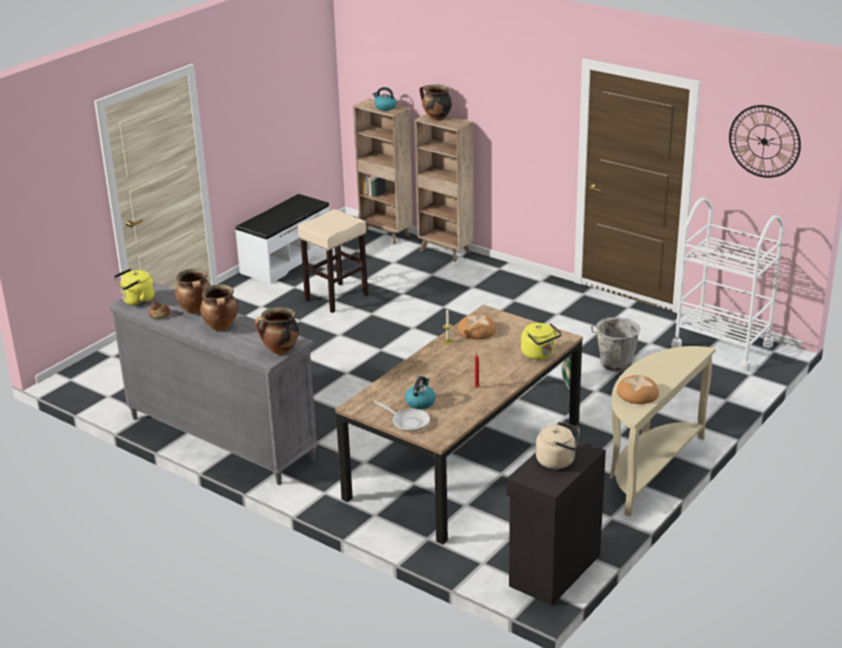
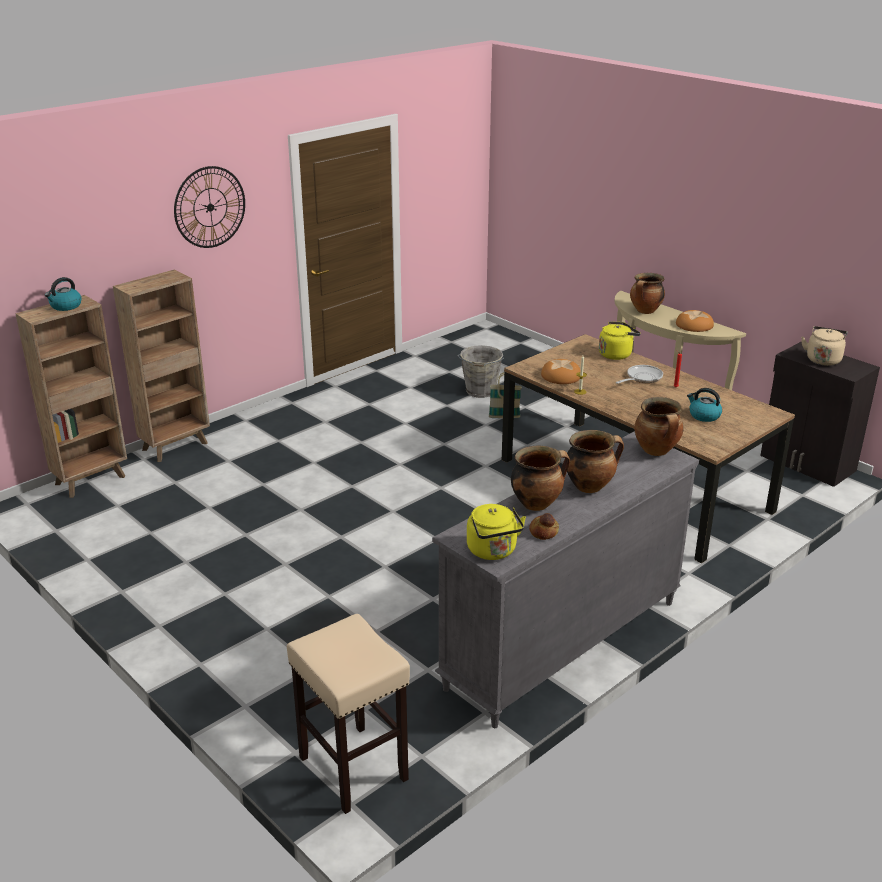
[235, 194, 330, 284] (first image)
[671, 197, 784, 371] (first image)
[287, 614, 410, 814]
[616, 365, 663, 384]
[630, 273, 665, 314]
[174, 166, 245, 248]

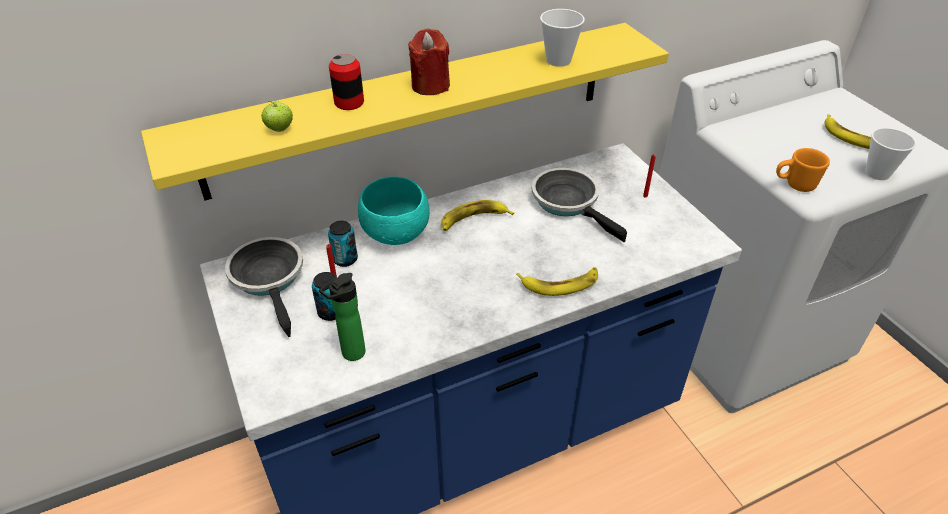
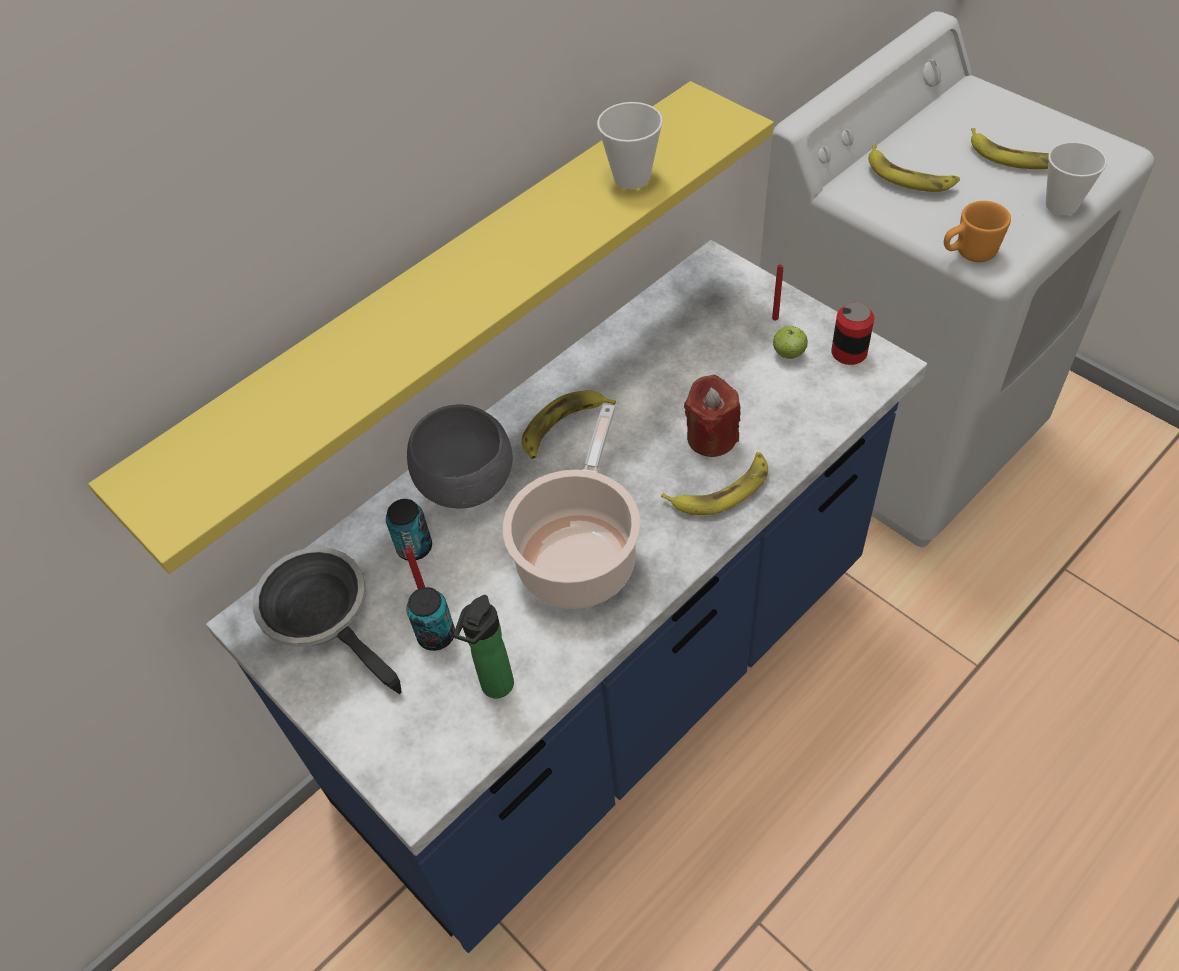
[532, 168, 627, 242] (first image)
[503, 404, 640, 609]
[868, 144, 960, 192]
[773, 326, 808, 359]
[831, 302, 874, 365]
[684, 375, 740, 457]
[407, 404, 513, 508]

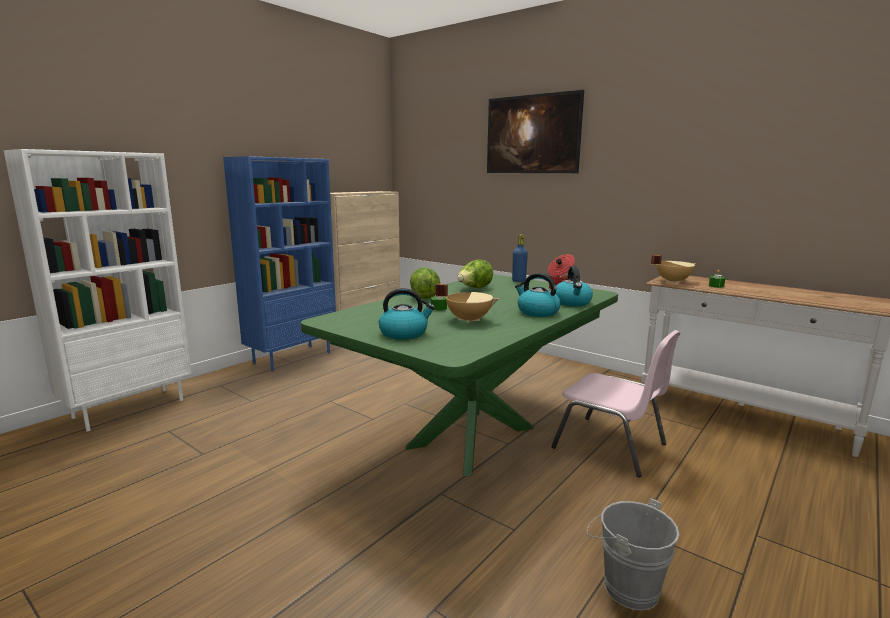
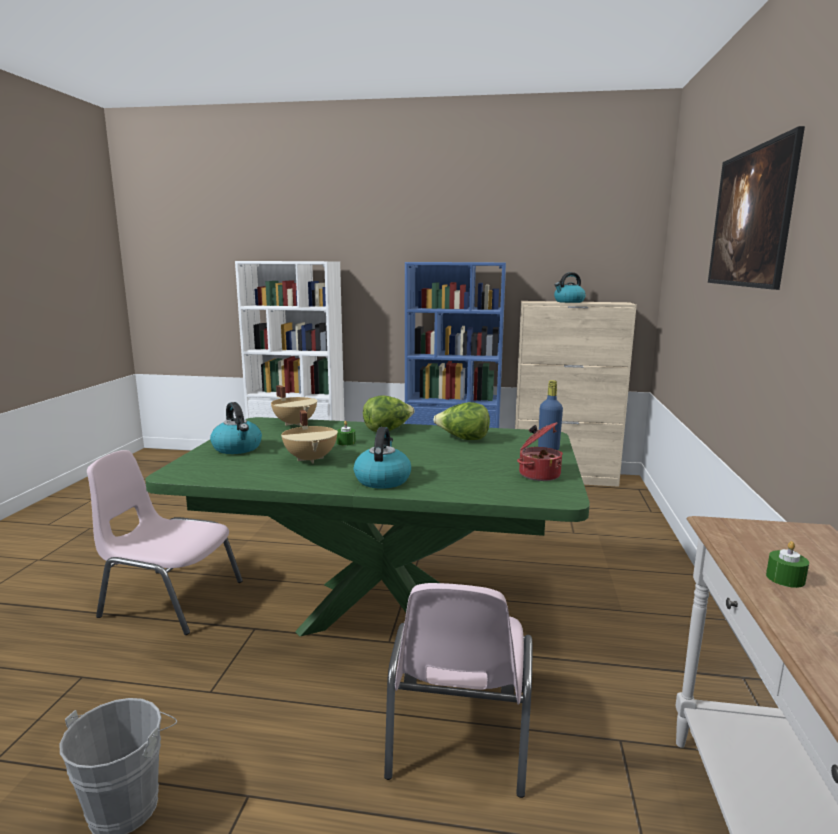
[87, 450, 243, 635]
[554, 272, 586, 303]
[271, 385, 317, 426]

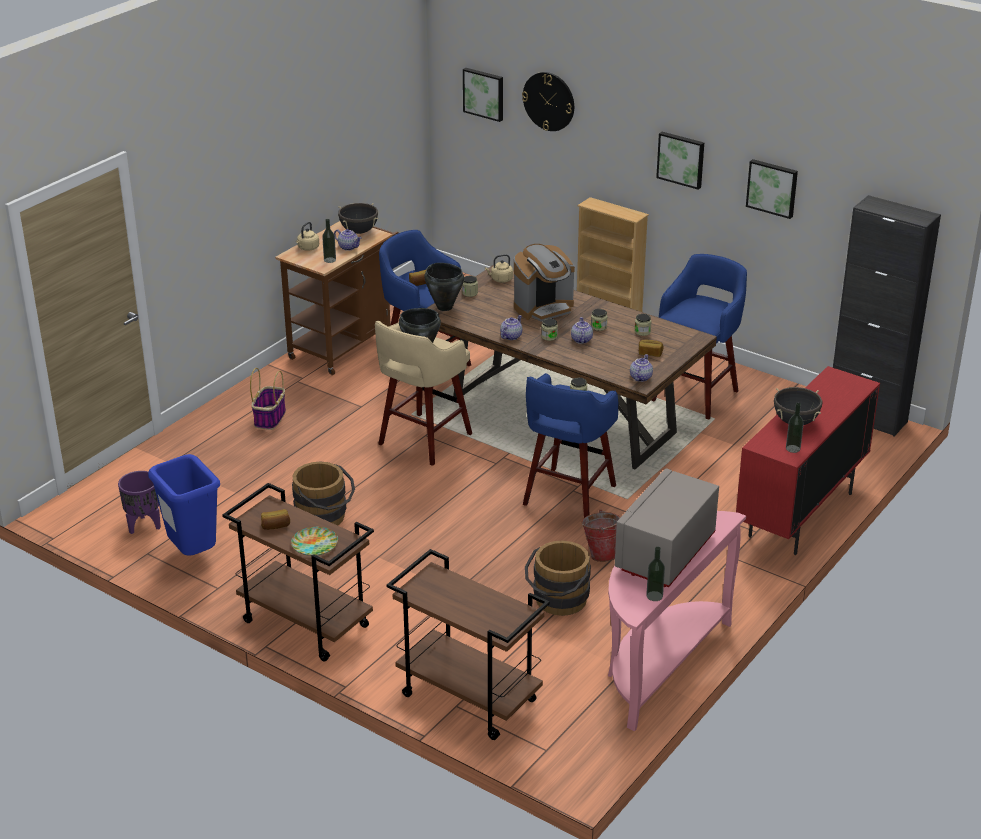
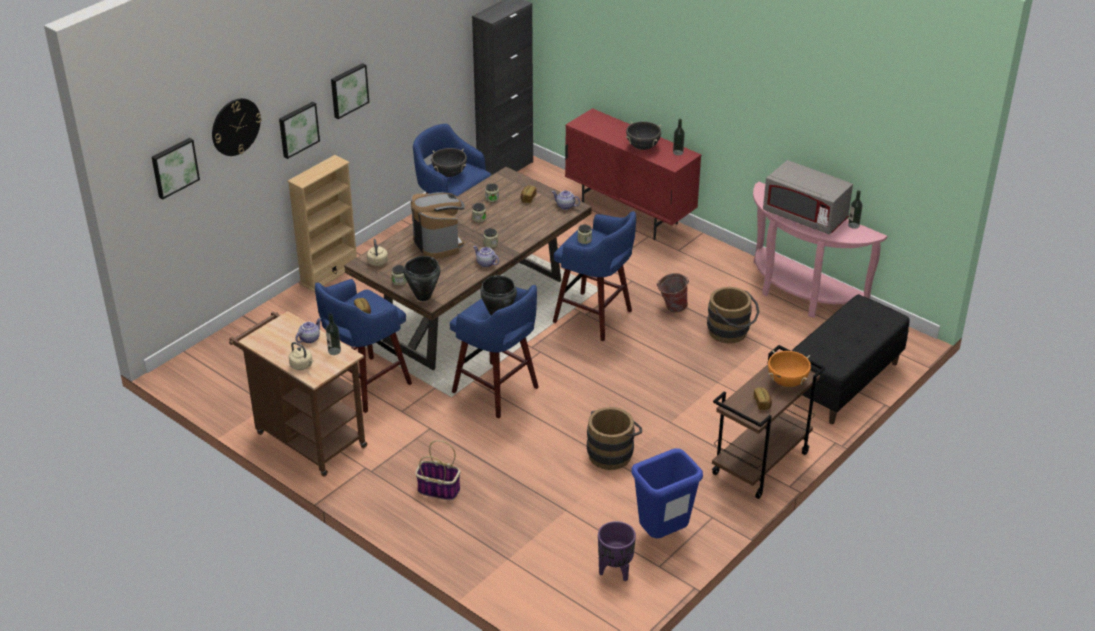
[571, 317, 593, 344] (first image)
[431, 148, 467, 177]
[279, 102, 320, 159]
[768, 350, 811, 387]
[792, 294, 909, 424]
[450, 285, 539, 419]

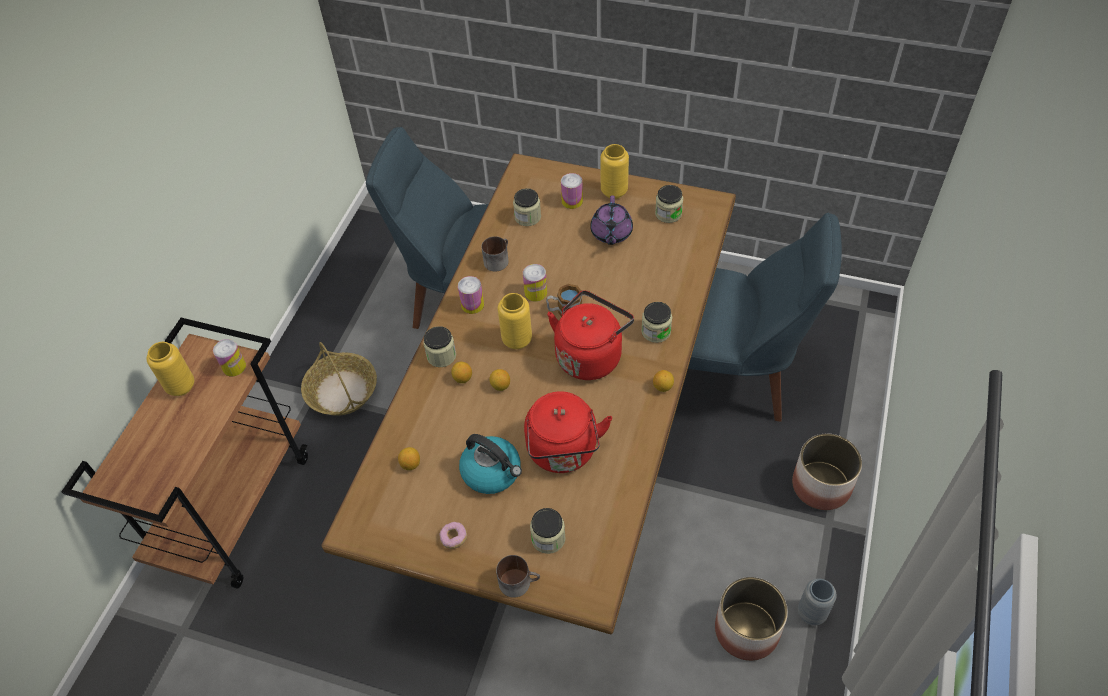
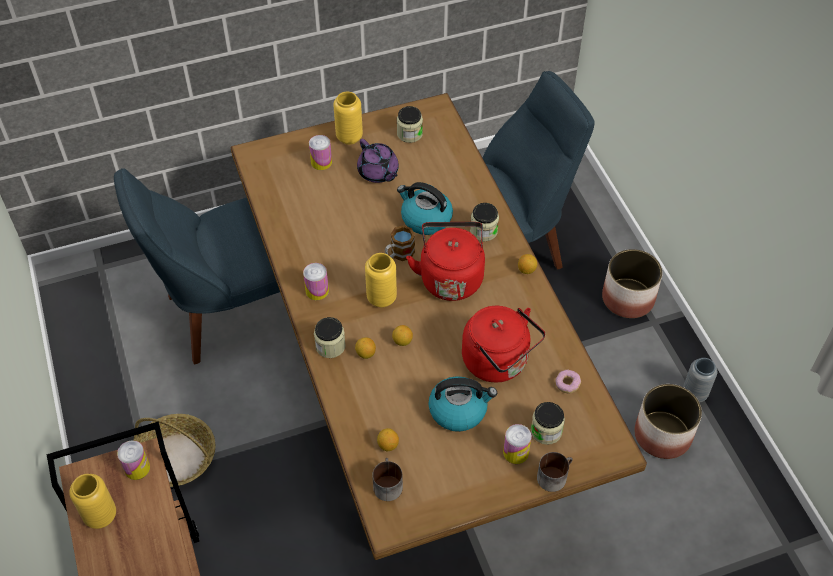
[513, 188, 541, 226] (first image)
[397, 182, 453, 235]
[555, 370, 581, 394]
[372, 458, 403, 501]
[503, 424, 532, 464]

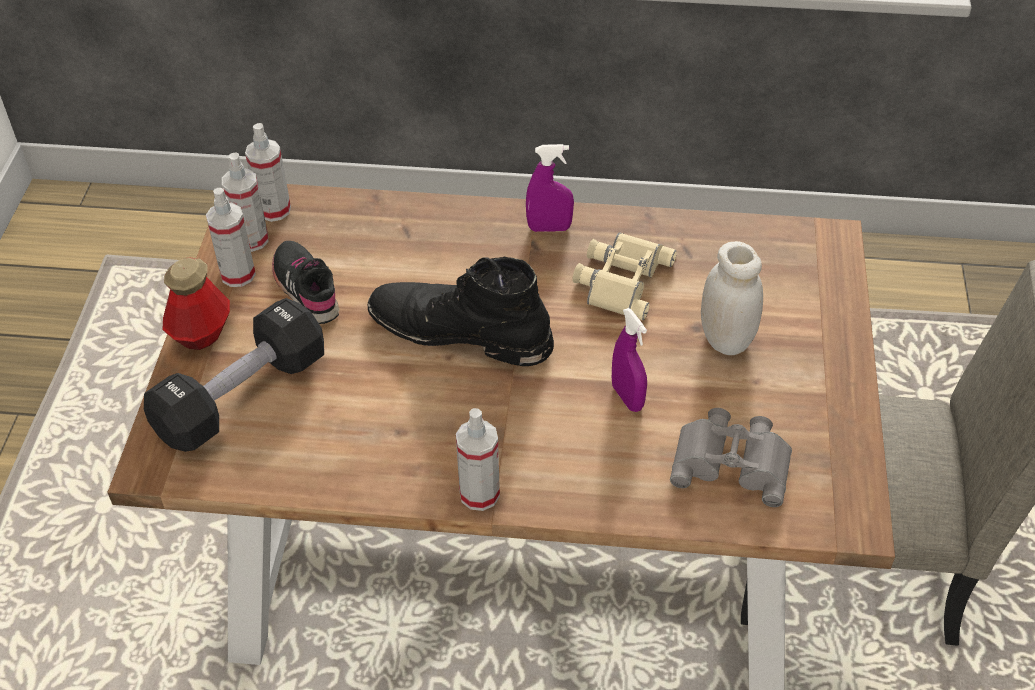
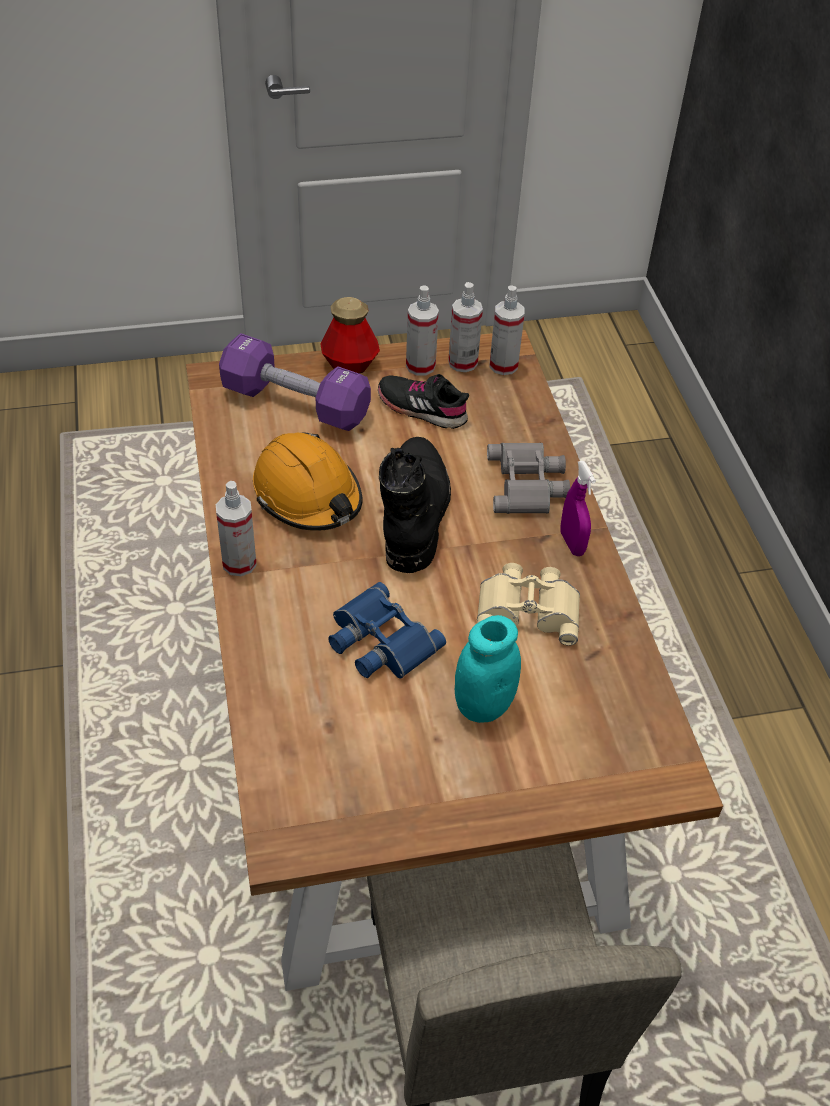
[253, 432, 362, 531]
[487, 443, 570, 514]
[328, 582, 446, 678]
[219, 333, 371, 431]
[455, 615, 521, 723]
[378, 374, 469, 429]

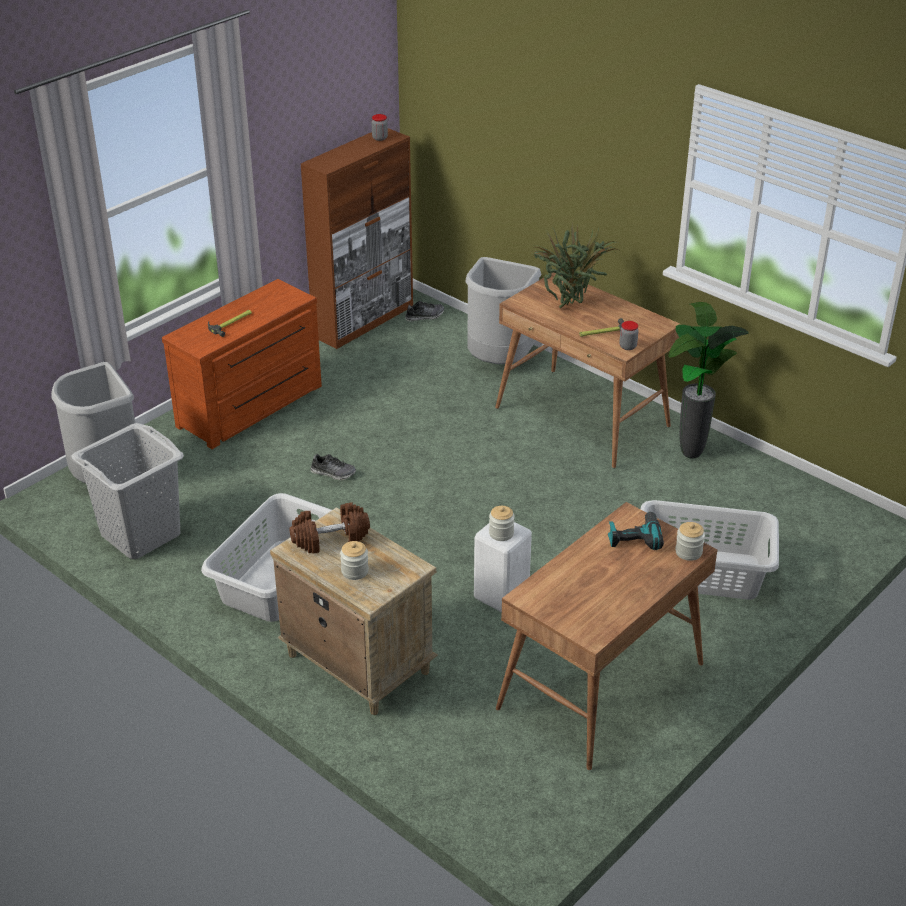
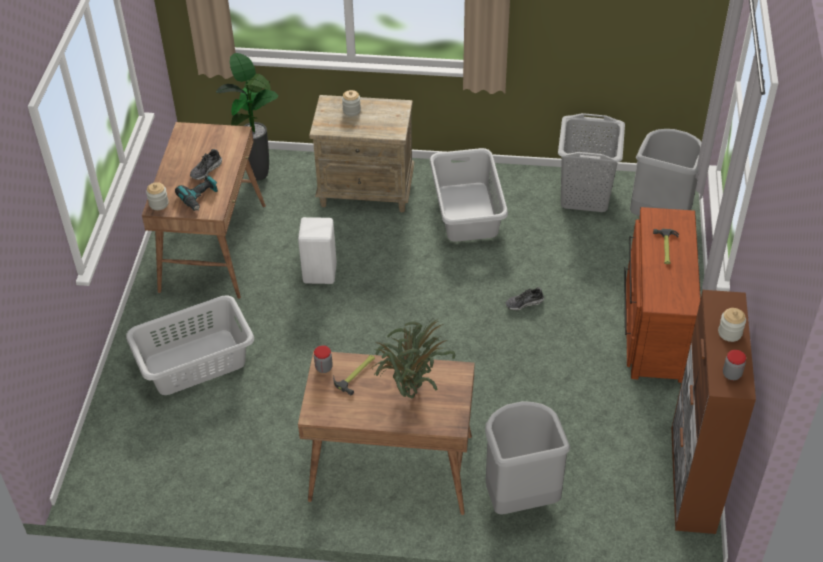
[289, 502, 370, 554] (first image)
[190, 149, 222, 180]
[718, 308, 746, 342]
[216, 53, 278, 180]

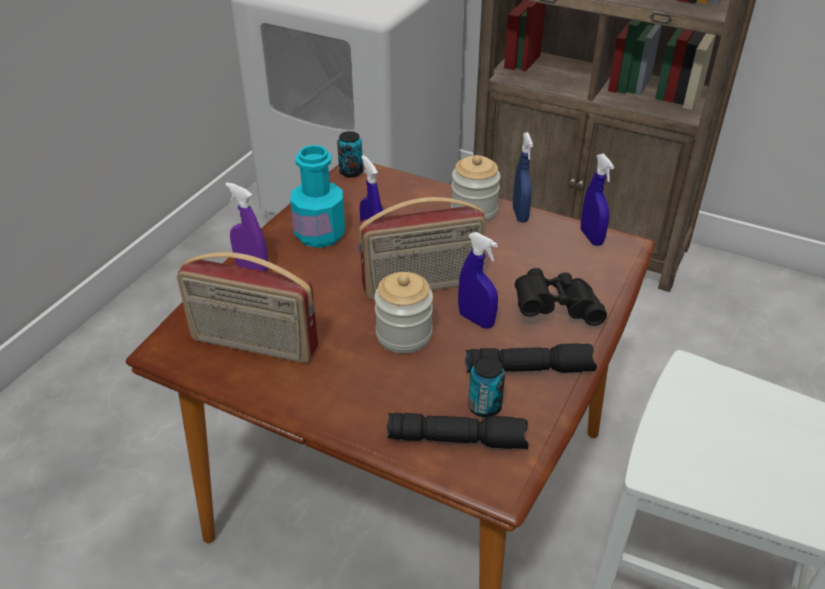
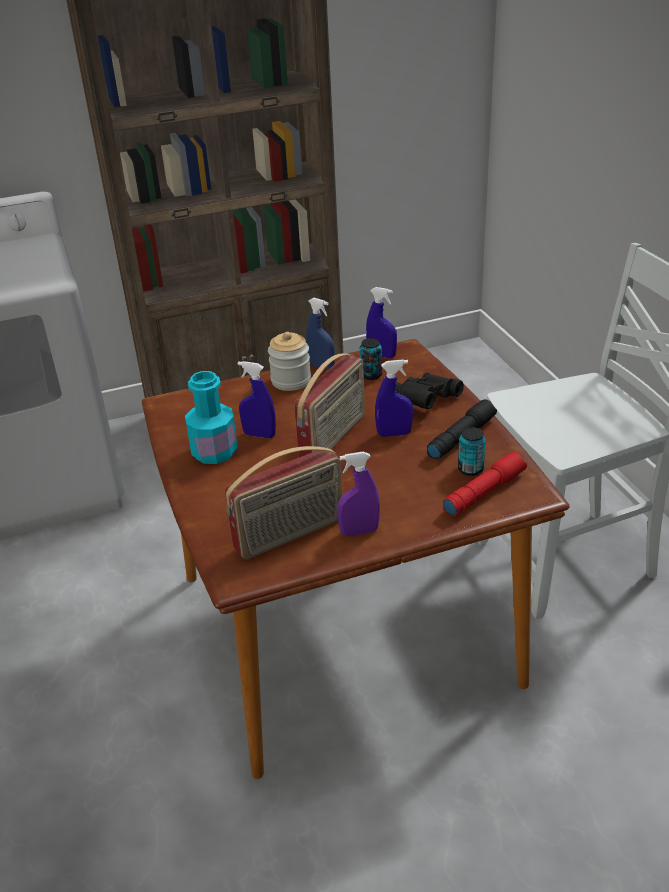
[374, 272, 433, 353] (first image)
[337, 452, 380, 536]
[360, 338, 382, 380]
[443, 452, 527, 516]

